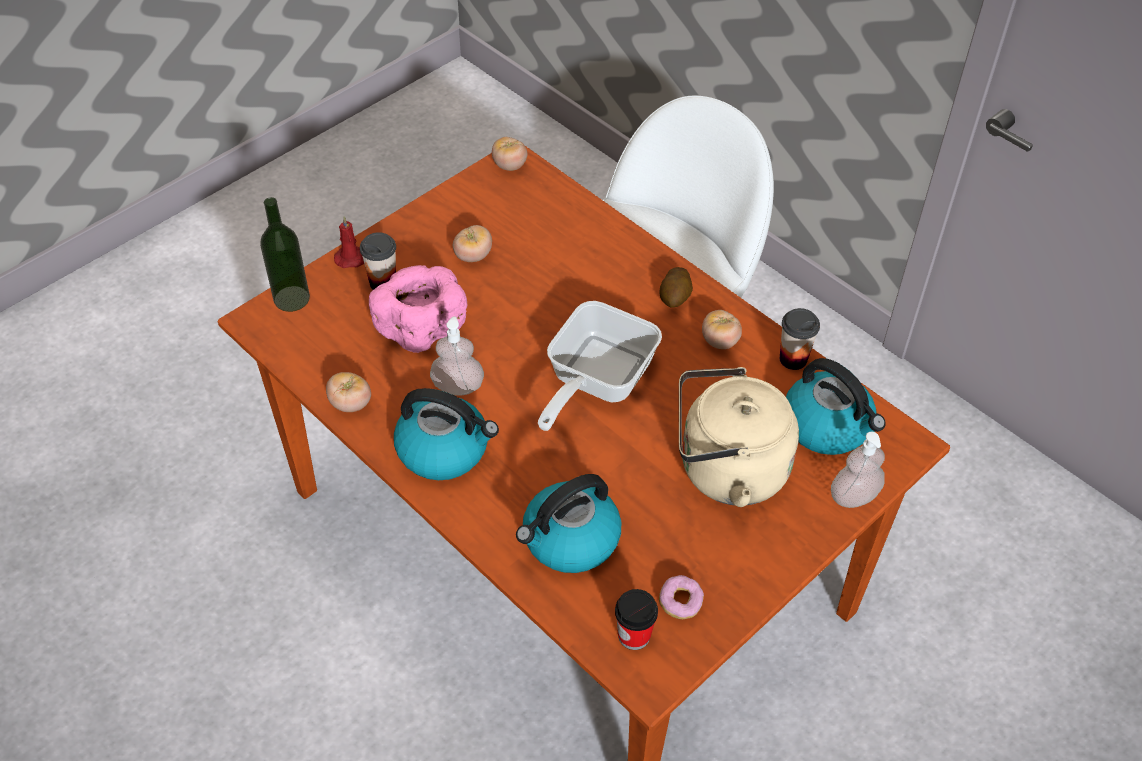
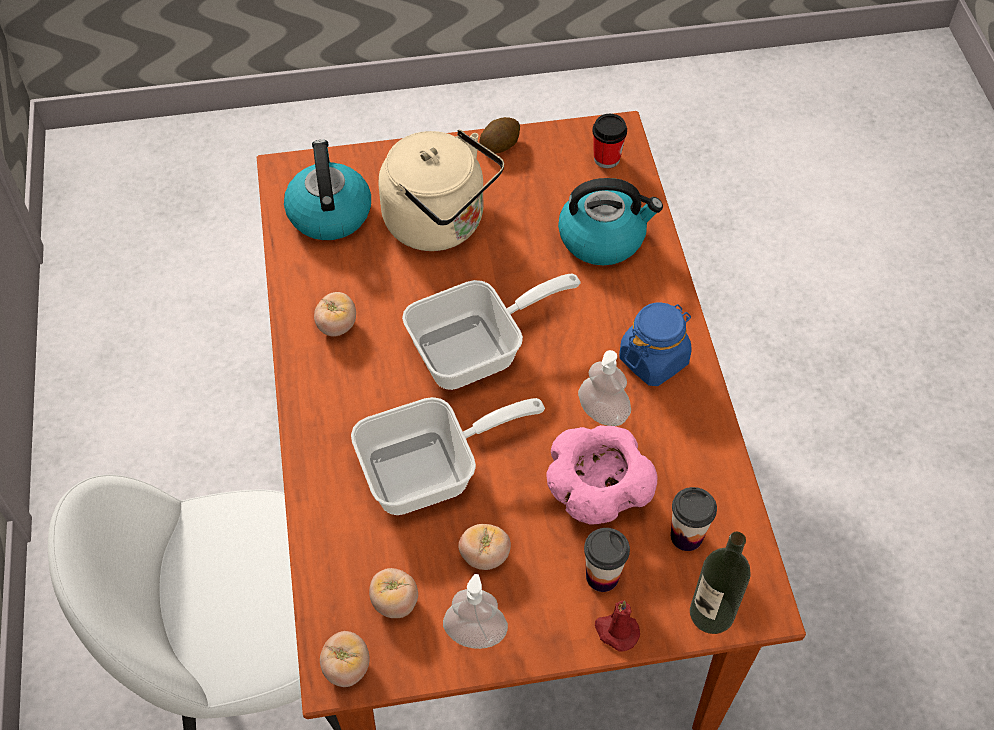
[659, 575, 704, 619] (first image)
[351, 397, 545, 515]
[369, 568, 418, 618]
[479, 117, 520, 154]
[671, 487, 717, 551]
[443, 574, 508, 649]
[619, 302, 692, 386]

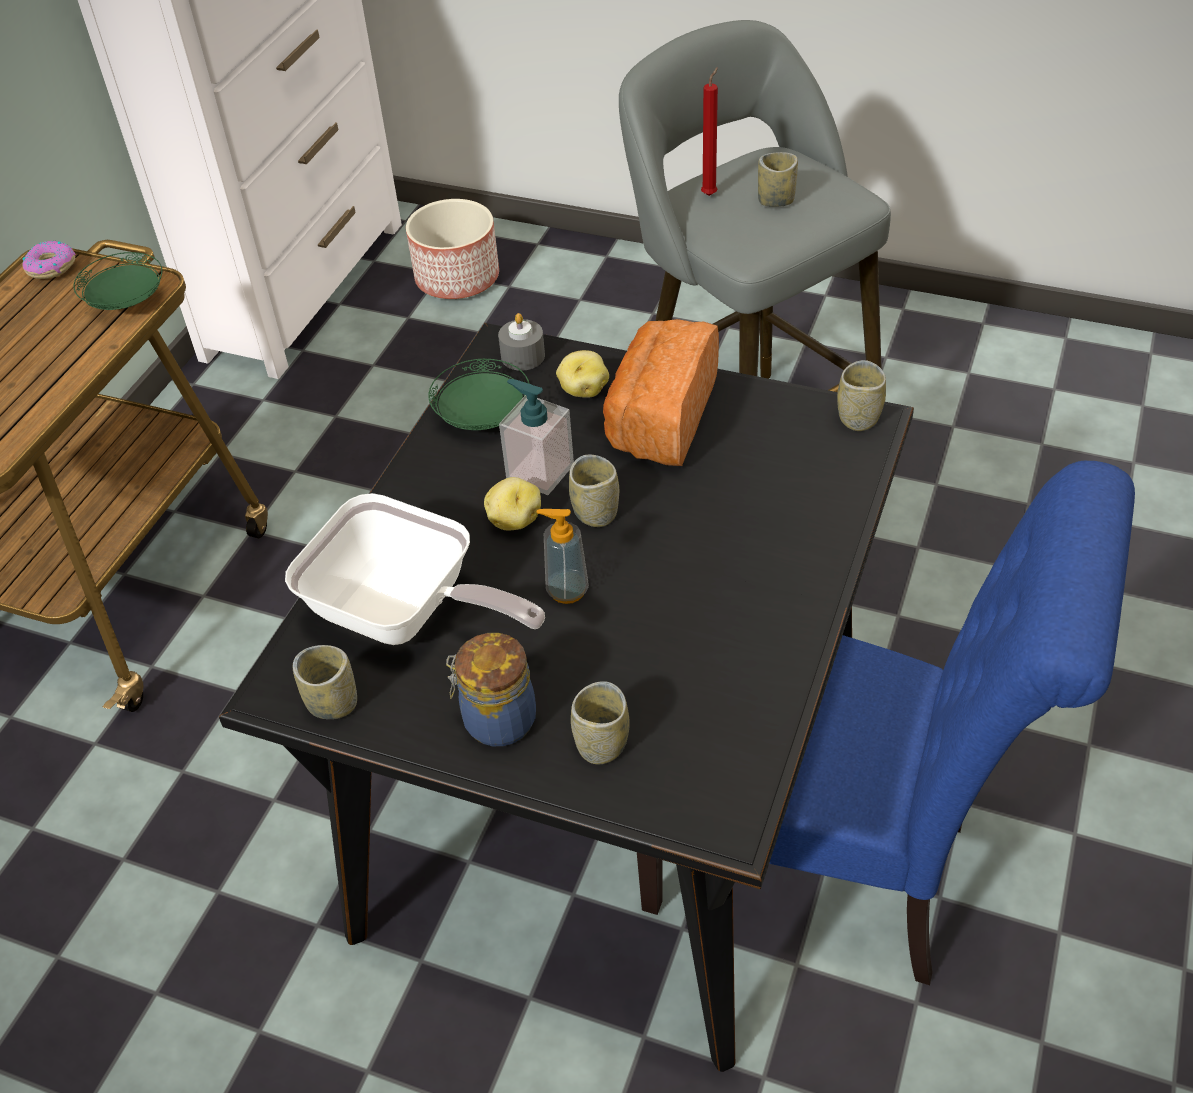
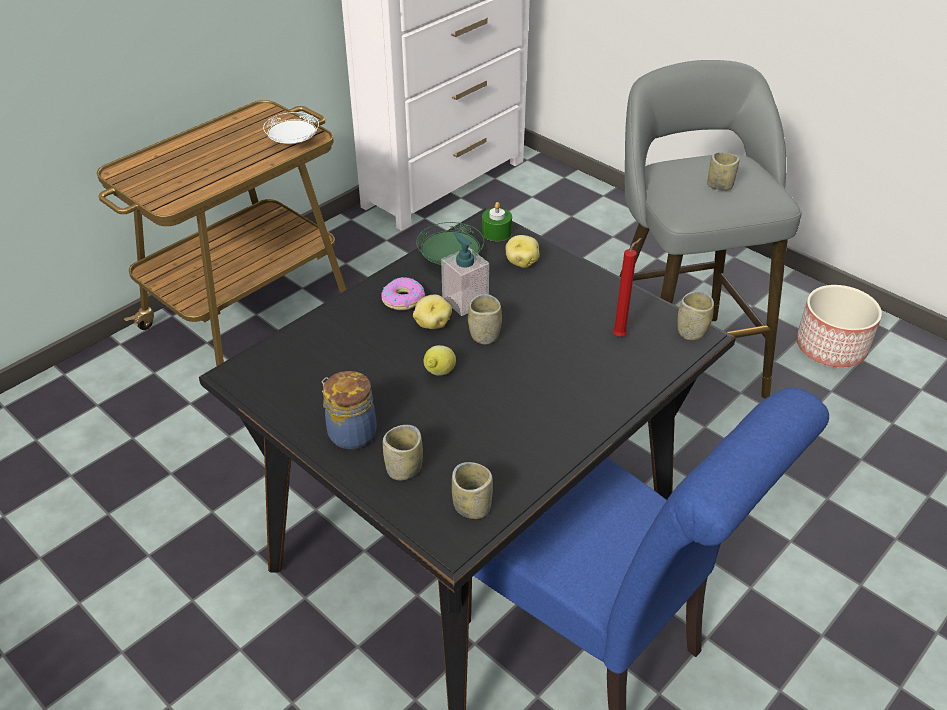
[285, 493, 545, 645] (first image)
[603, 319, 719, 466] (first image)
[381, 277, 425, 310]
[452, 462, 493, 519]
[796, 285, 882, 367]
[613, 238, 642, 337]
[424, 345, 456, 376]
[263, 112, 319, 144]
[482, 202, 512, 241]

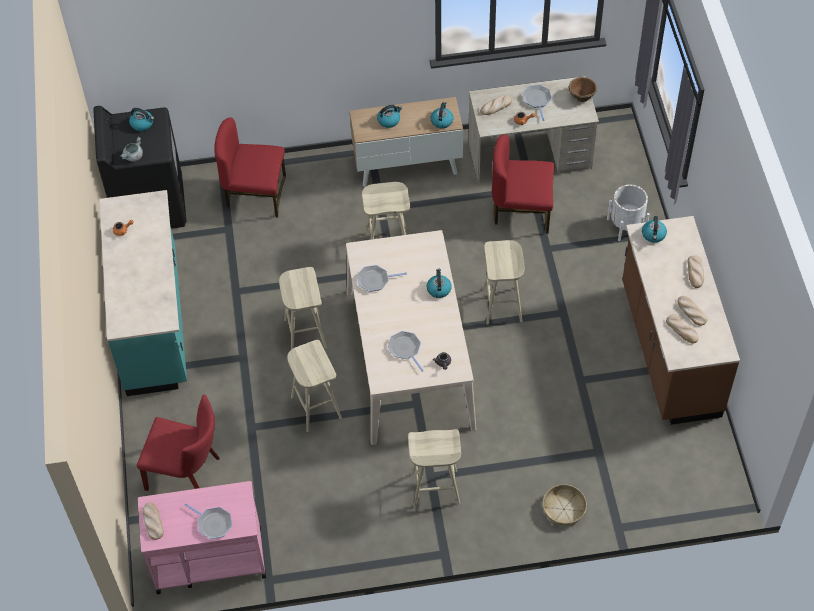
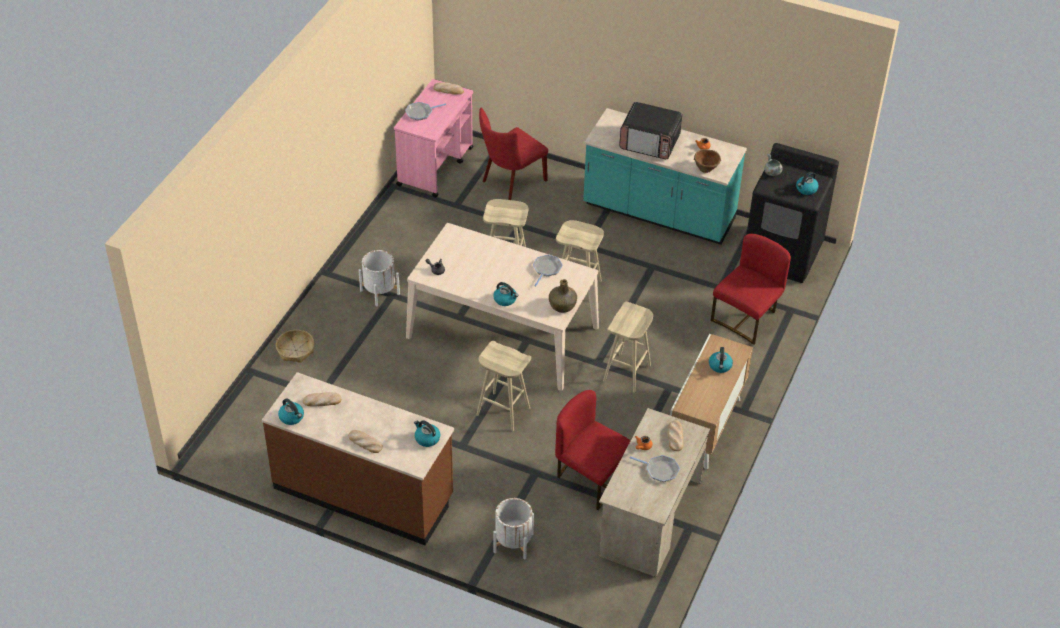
[388, 331, 424, 372] (first image)
[677, 296, 708, 326] (first image)
[549, 279, 577, 313]
[619, 102, 682, 159]
[278, 398, 304, 425]
[694, 149, 721, 173]
[359, 250, 400, 307]
[555, 390, 631, 510]

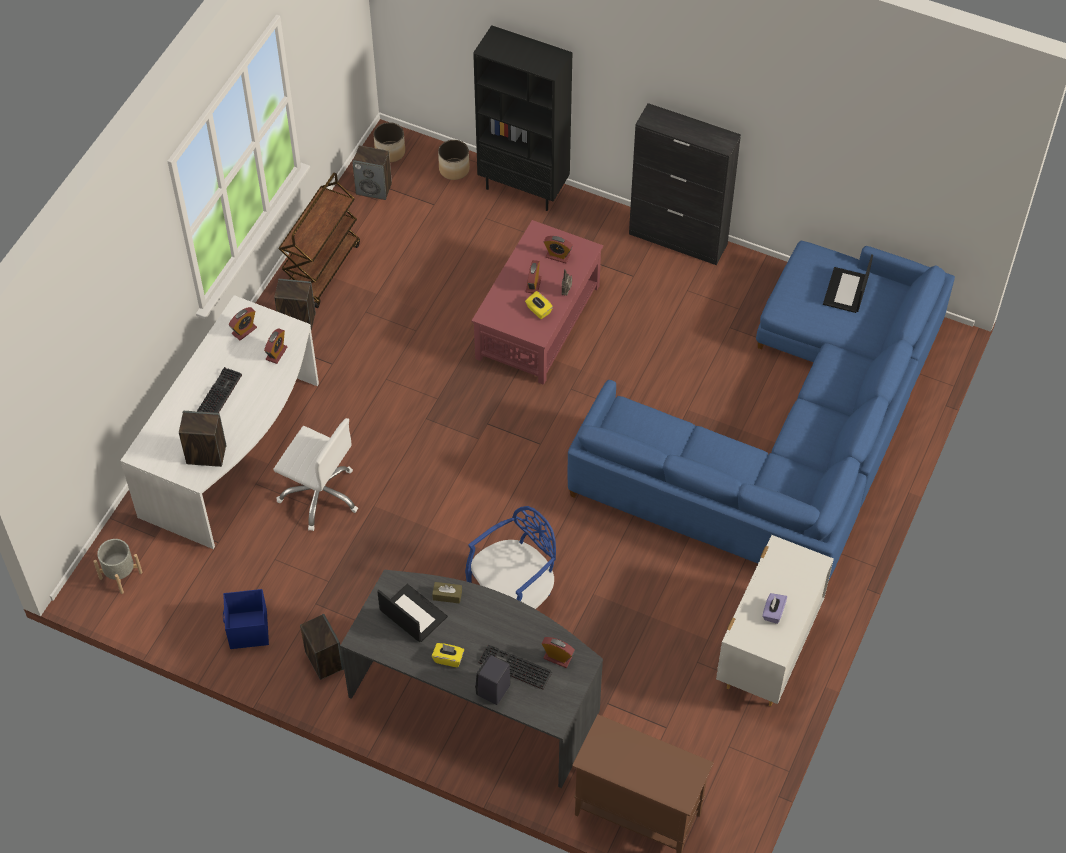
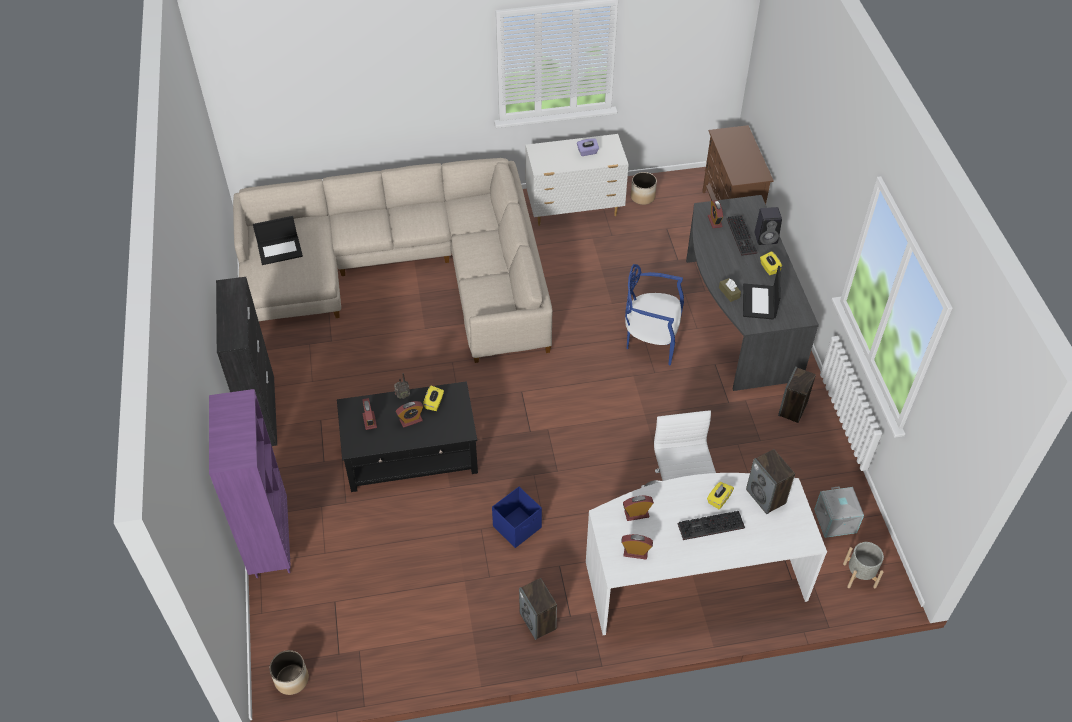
[279, 173, 360, 308] (first image)
[352, 145, 392, 200] (first image)
[707, 482, 734, 509]
[814, 486, 864, 538]
[492, 487, 542, 548]
[631, 172, 657, 205]
[337, 381, 478, 492]
[209, 389, 291, 578]
[233, 158, 553, 363]

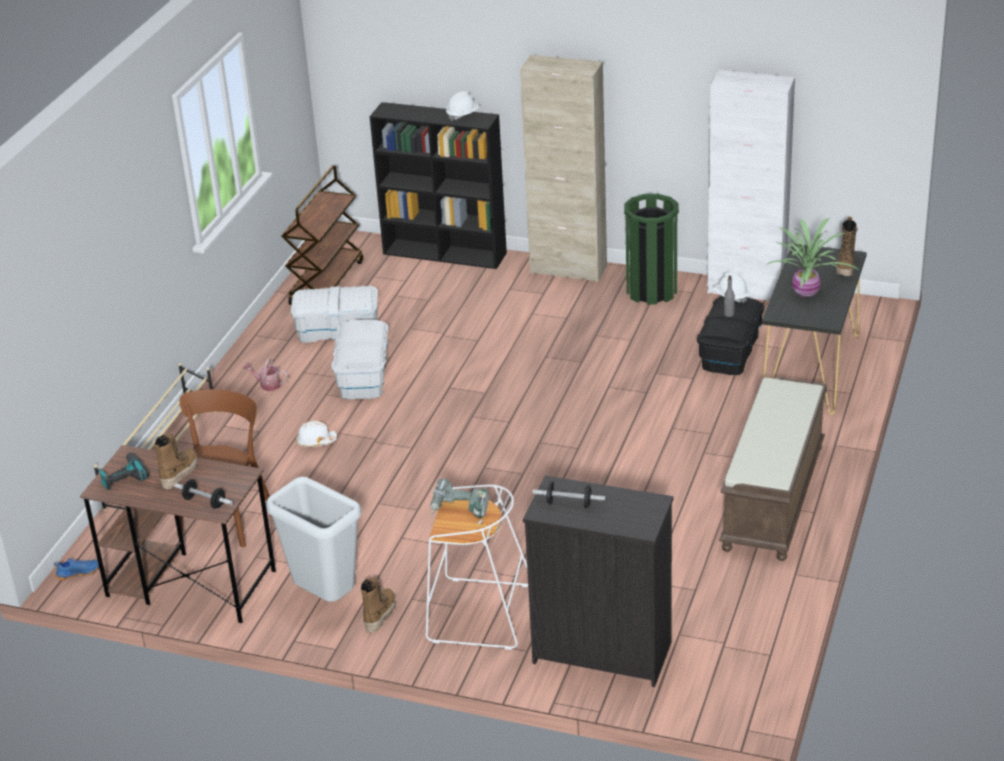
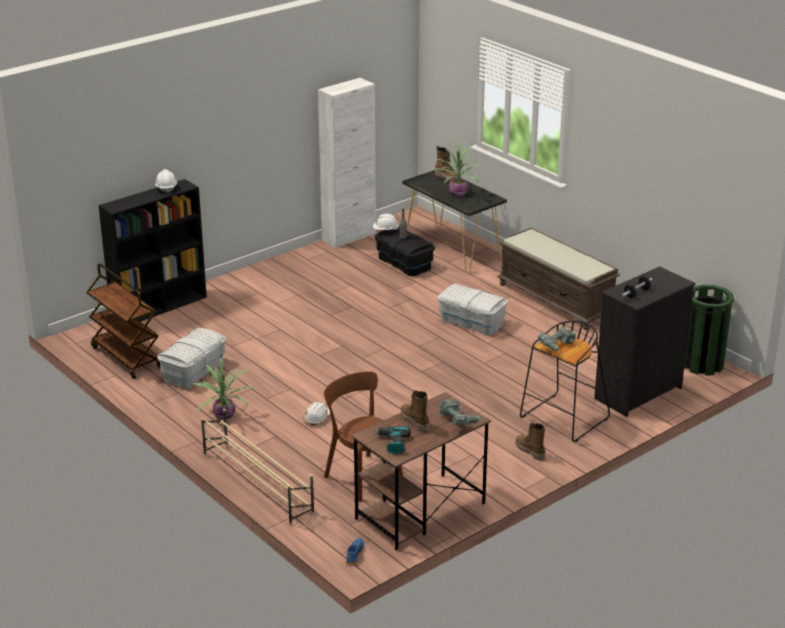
[266, 477, 362, 602] (first image)
[520, 55, 607, 282] (first image)
[437, 284, 508, 335]
[684, 285, 734, 376]
[440, 400, 483, 425]
[190, 358, 256, 420]
[520, 321, 610, 442]

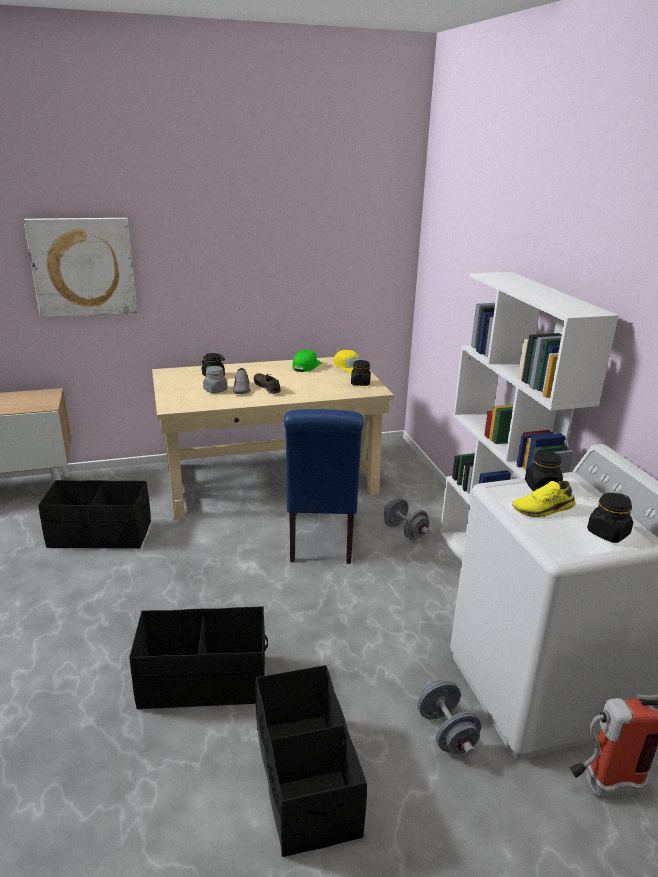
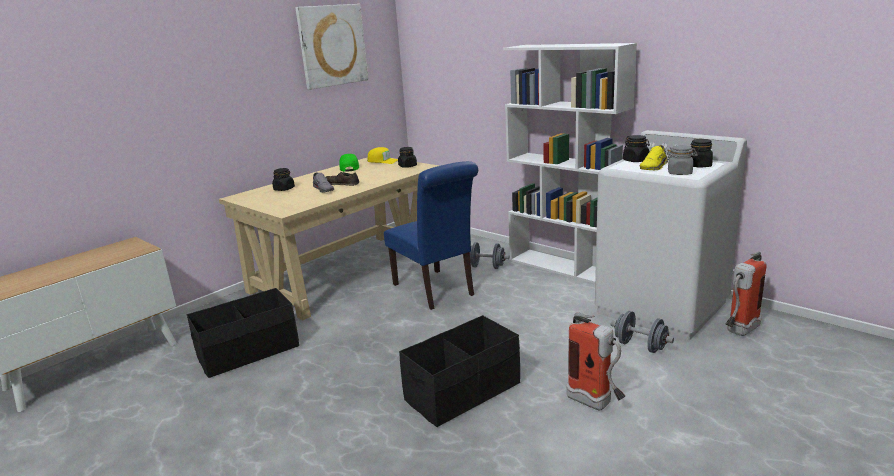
[295, 4, 368, 90]
[665, 145, 698, 175]
[566, 312, 625, 410]

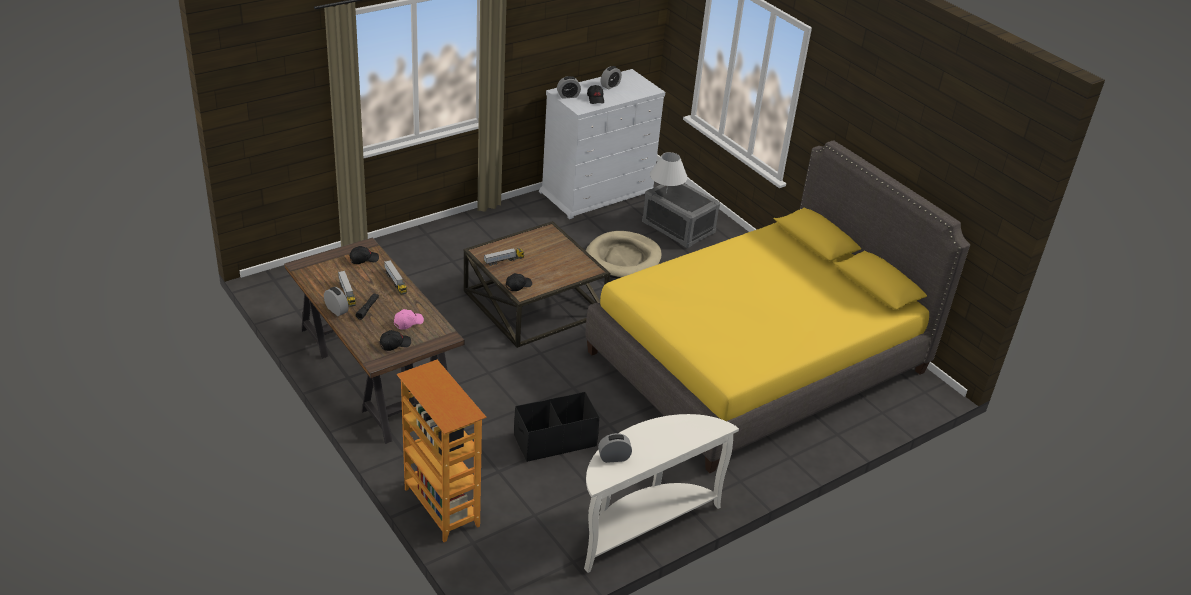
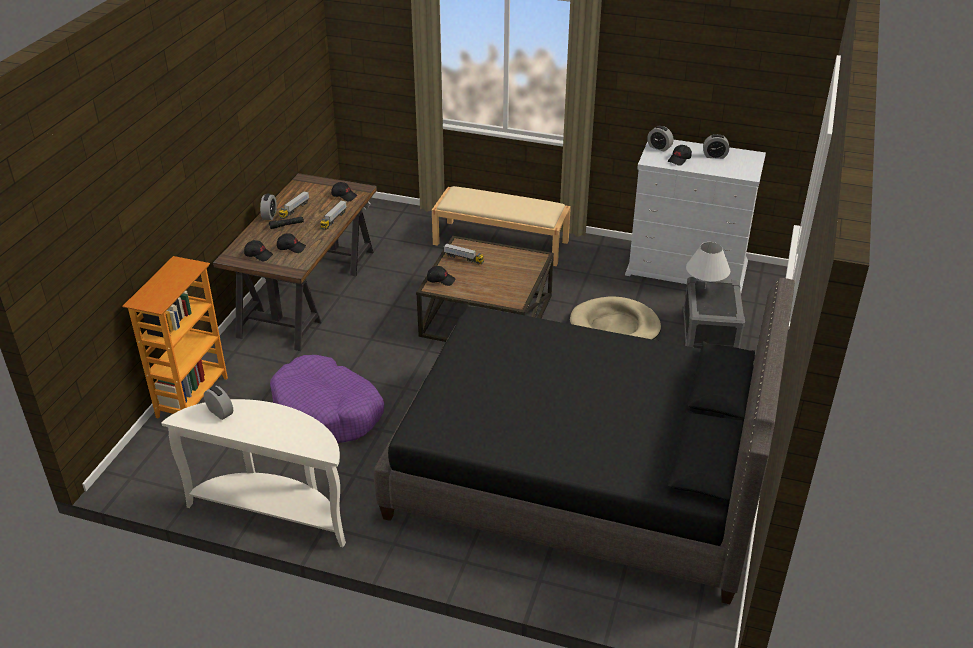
[432, 186, 571, 266]
[270, 355, 384, 443]
[277, 233, 306, 253]
[374, 278, 795, 604]

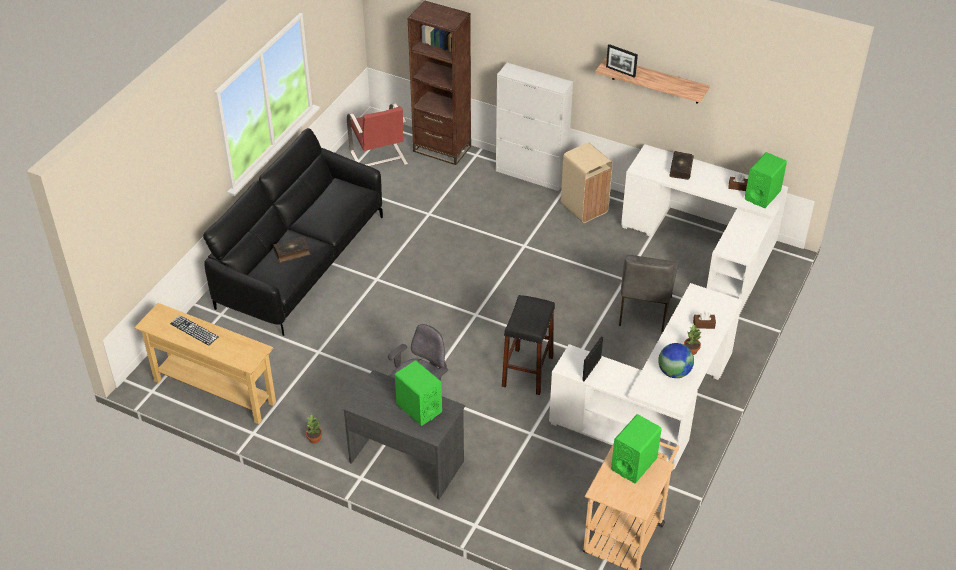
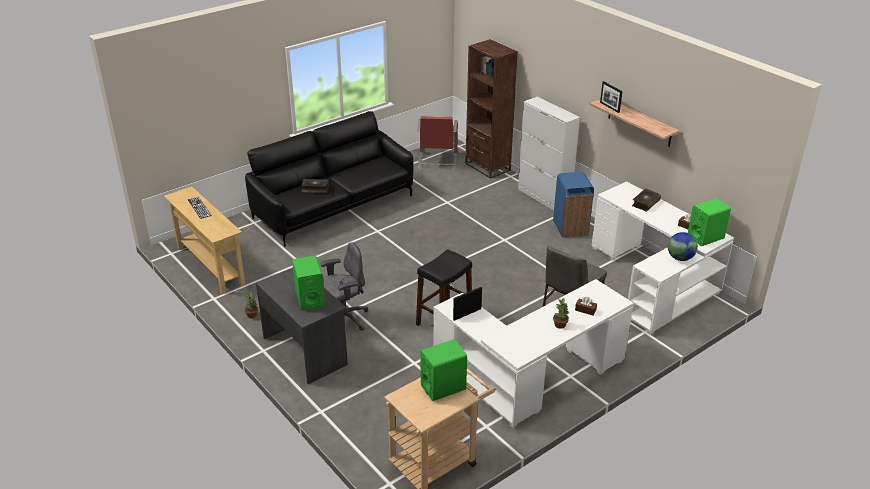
[668, 232, 698, 261]
[553, 172, 594, 238]

